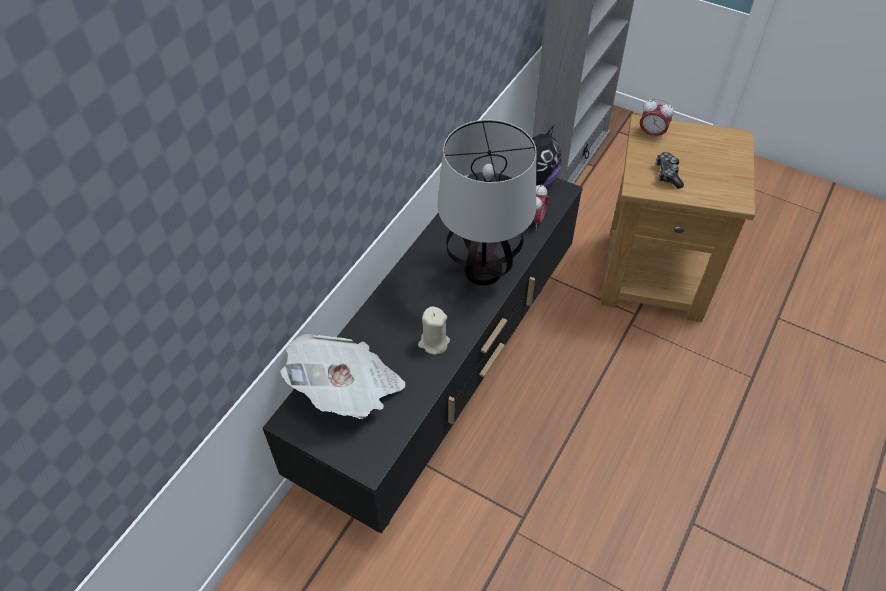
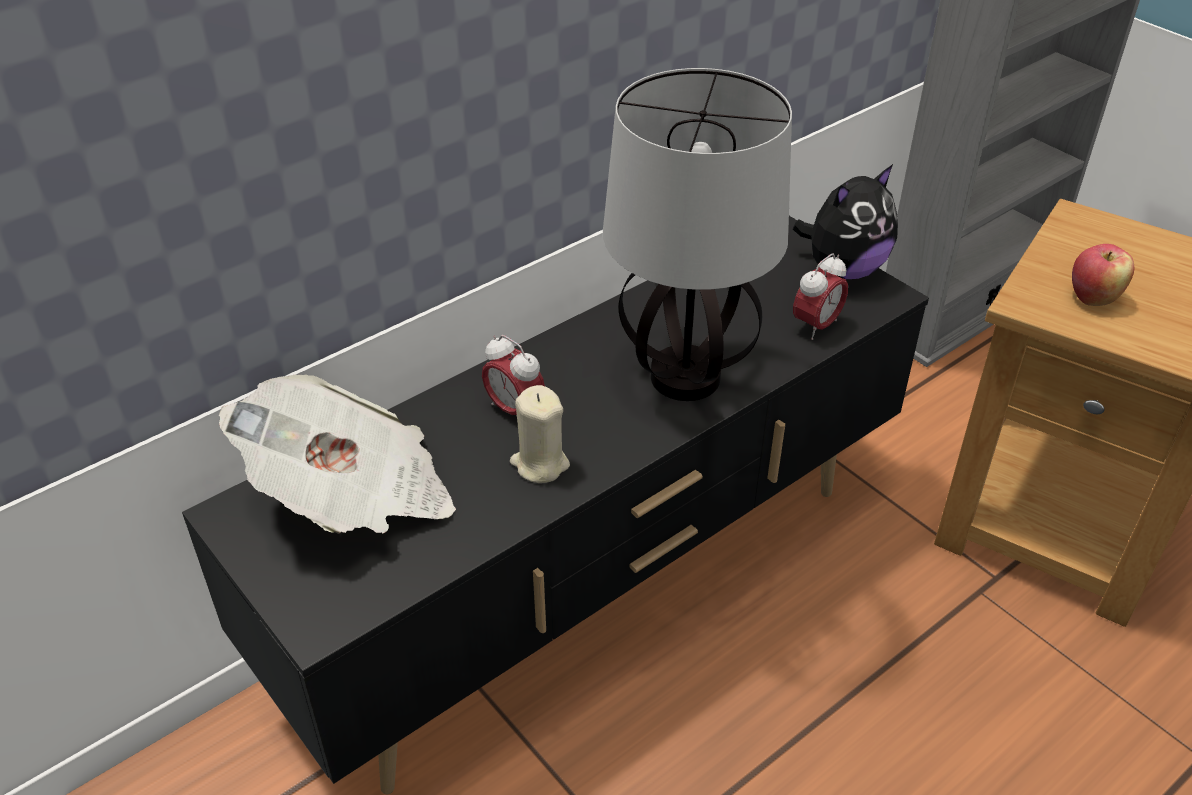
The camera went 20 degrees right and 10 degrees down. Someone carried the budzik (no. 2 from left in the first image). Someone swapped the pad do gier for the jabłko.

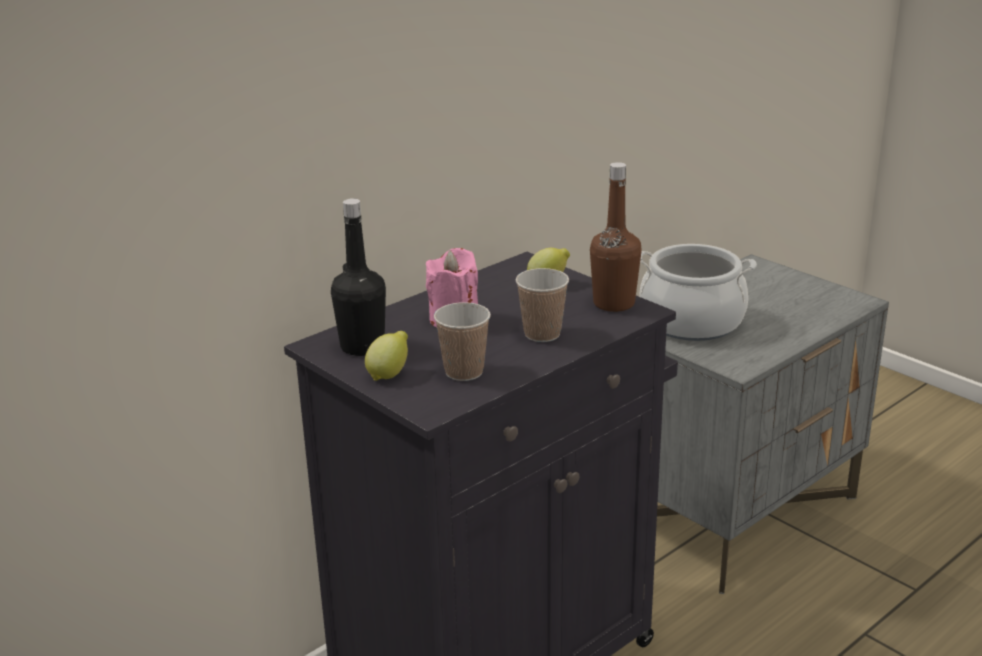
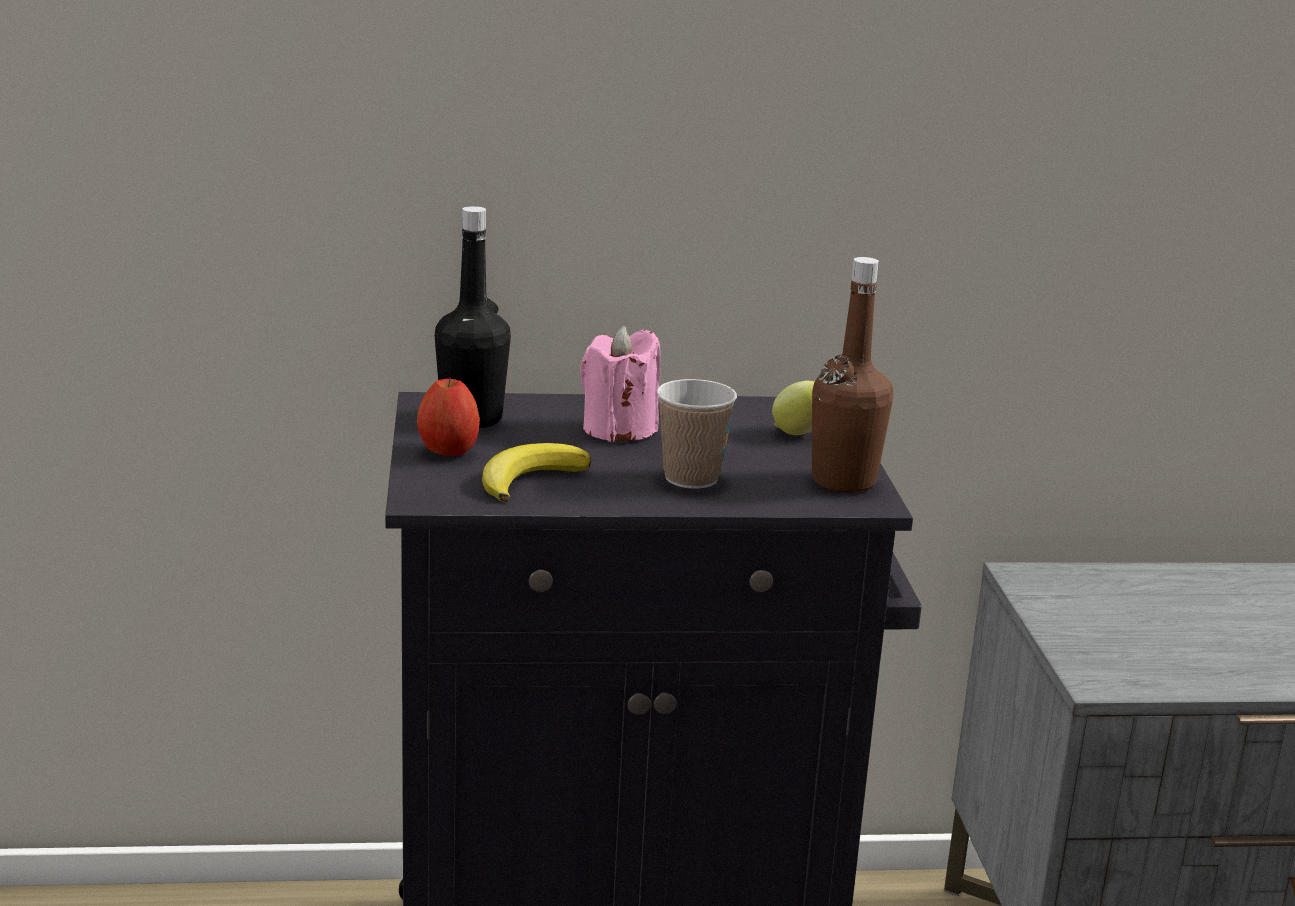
The camera went 35 degrees right and 5 degrees down. Someone swapped the cytryna (no. 1 from left) for the jabłko. Someone swapped the filiżanka (no. 1 from left) for the banan. Someone took away the garnek.

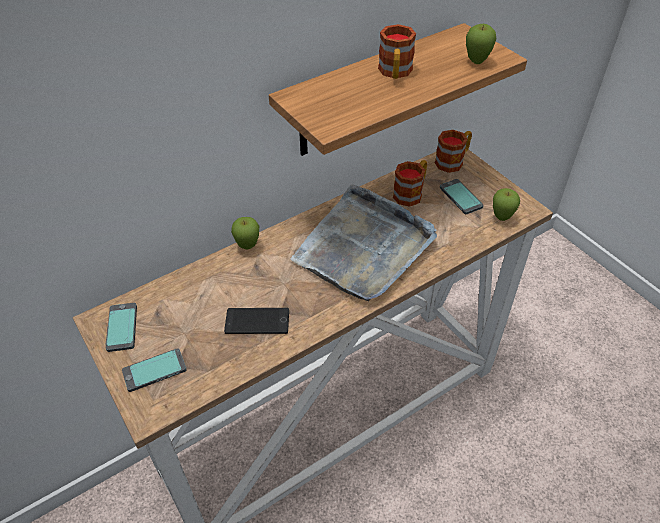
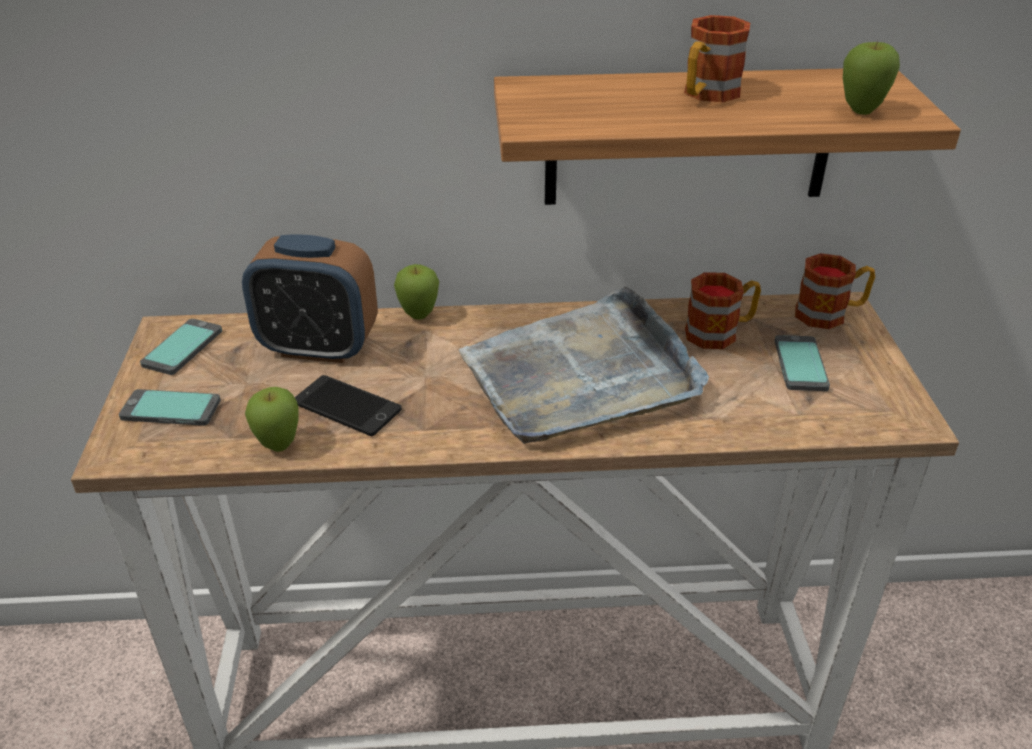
The camera went 30 degrees right and 10 degrees down. Someone carried the jabłko (no. 3 from left in the first image). Someone put down the budzik.

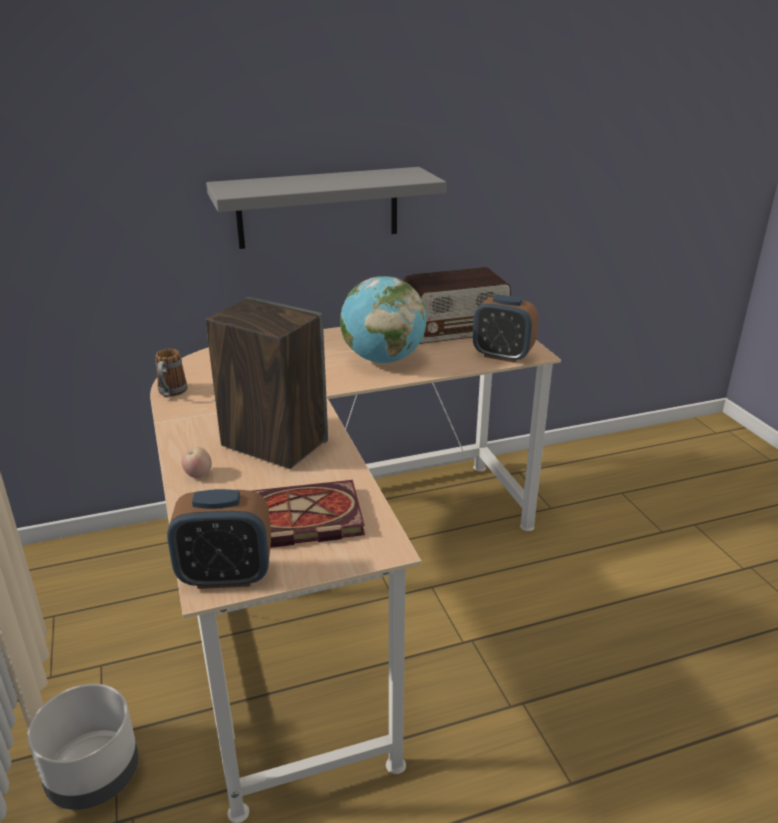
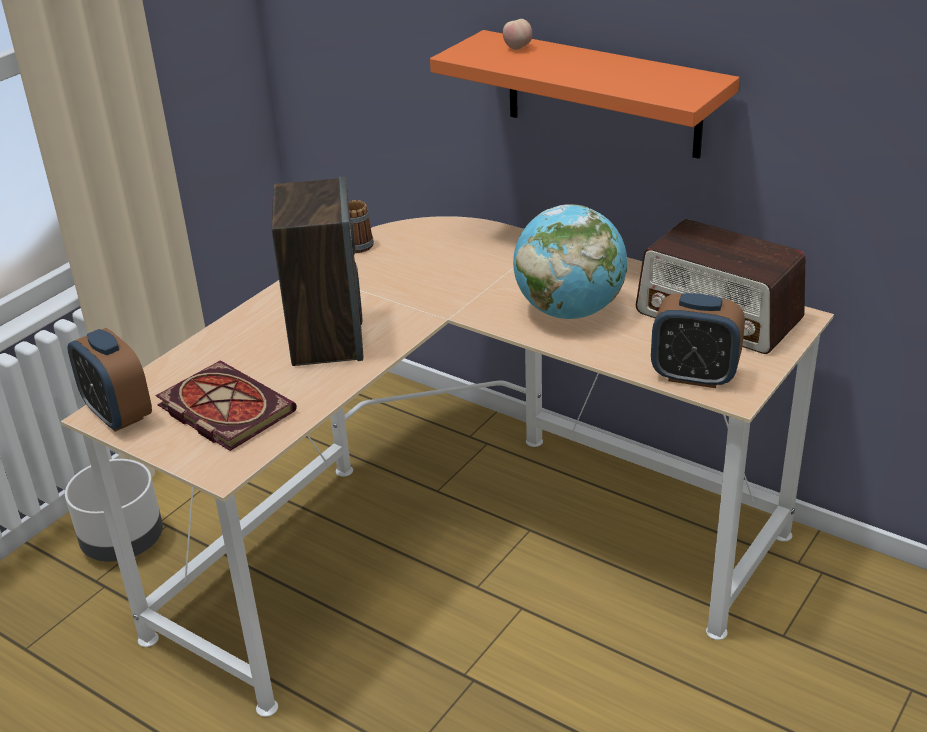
The camera went 55 degrees right and 5 degrees up. Someone carried the jabłko. Someone repainted the półka [szary], which became the półka [pomarańczowy]. Someone rotated the budzik (no. 2 from left) by 60 degrees counterclockwise.

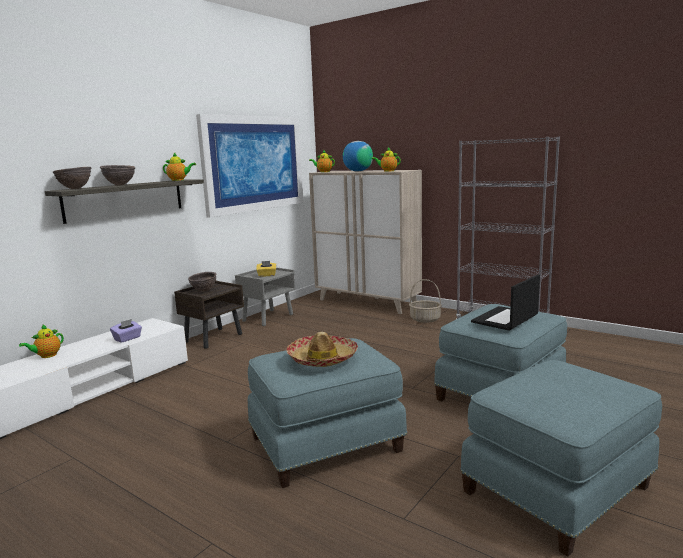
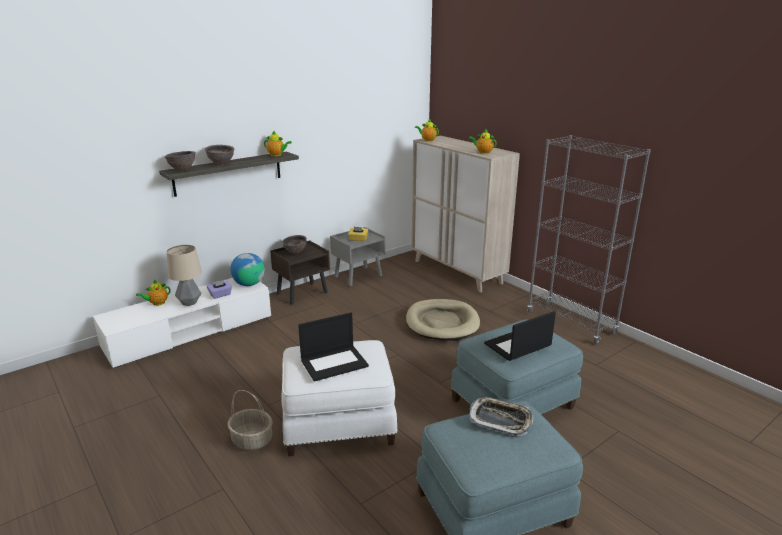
The camera went 15 degrees right and 10 degrees up. Someone took away the obraz. Someone repainted the pufa [niebieski] (no. 1 from left), which became the pufa [biały]. Someone swapped the kapelusz for the laptop (no. 1 from left). Someone carried the globus. Someone carried the koszyk. Someone put down the lampa stołowa. Someone put down the legowisko [beżowy]. Someone put down the taca.

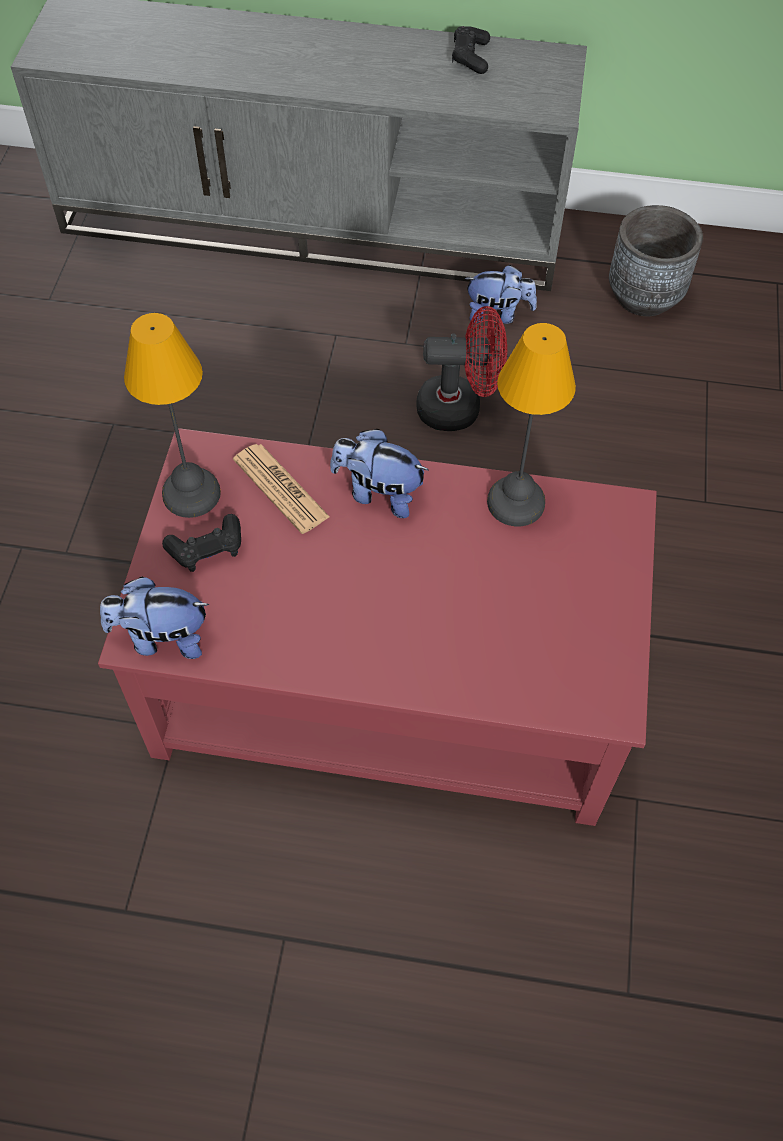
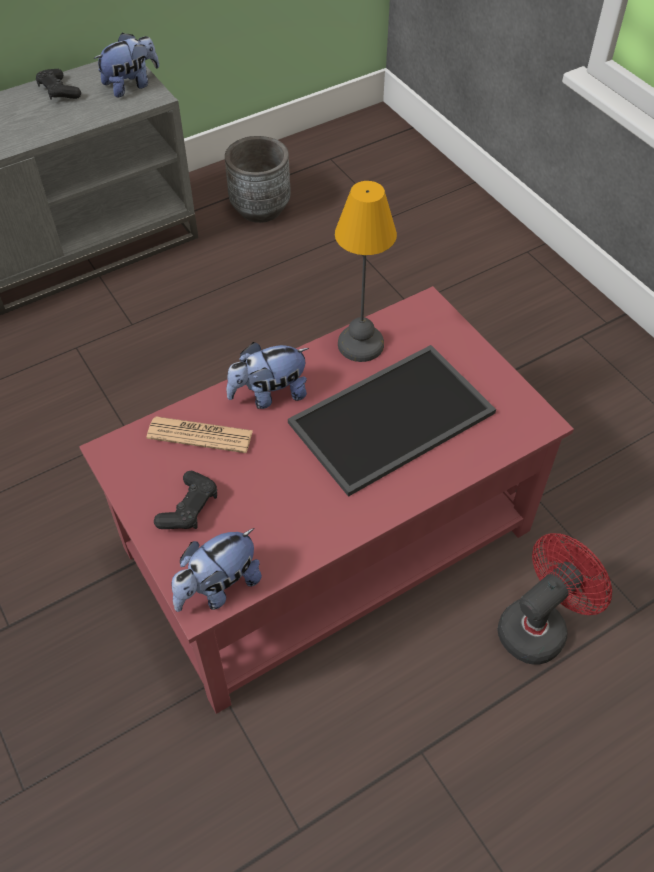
The camera went 40 degrees left and 5 degrees down. Someone took away the lampa stołowa (no. 1 from left). Someone carried the wentylator [czerwony]. Someone carried the pluszak (no. 3 from left in the first image). Someone put down the taca.

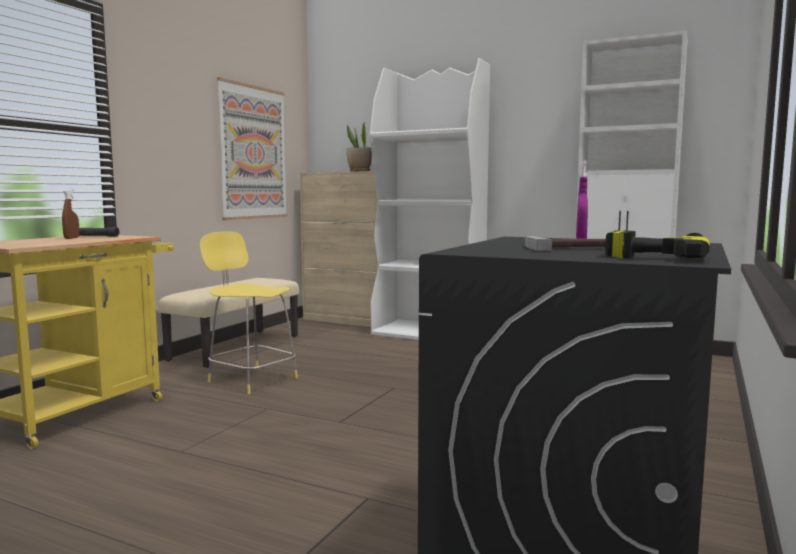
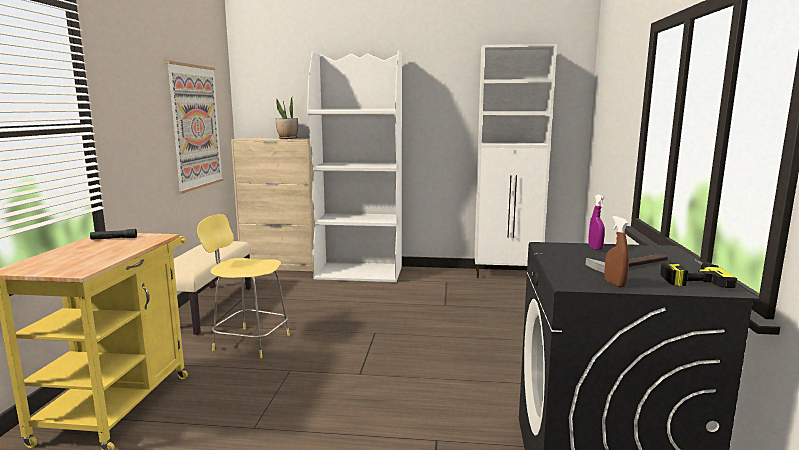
The camera went 20 degrees left and 5 degrees up. Someone carried the spryskiwacz [brązowy].

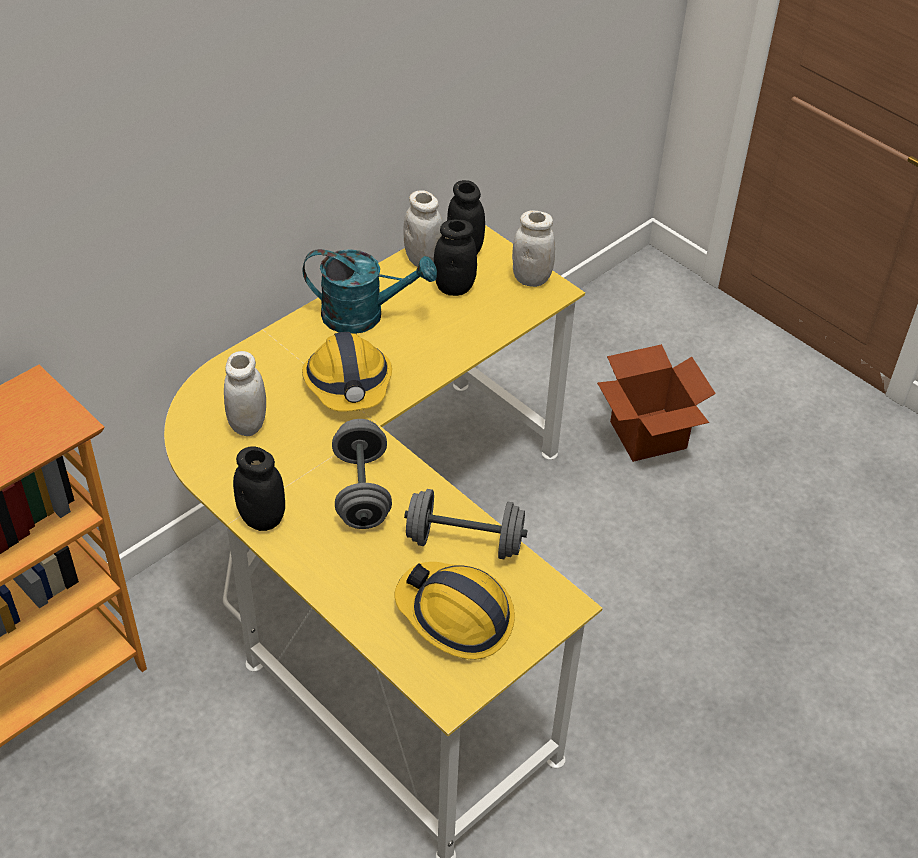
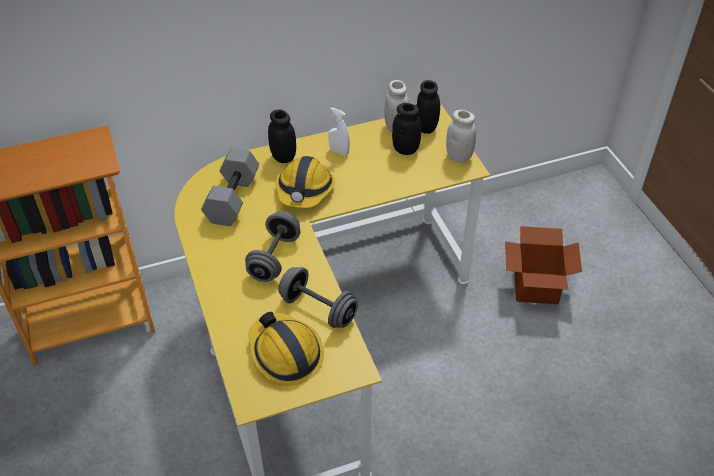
The camera went 25 degrees right and 0 degrees up. Someone swapped the słoik [biały] (no. 1 from left) for the hantel [szary] (no. 1 from left). Someone carried the słoik [czarny] (no. 1 from left). Someone swapped the konewka [turkusowy] for the spryskiwacz [biały].

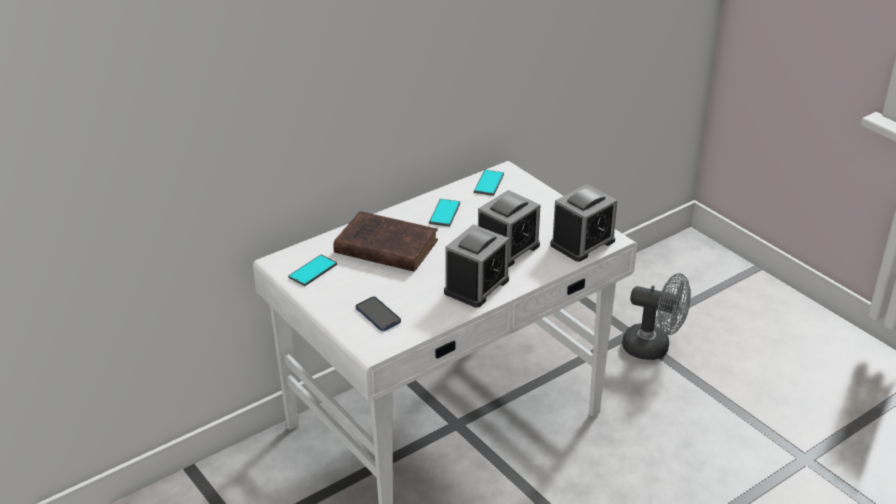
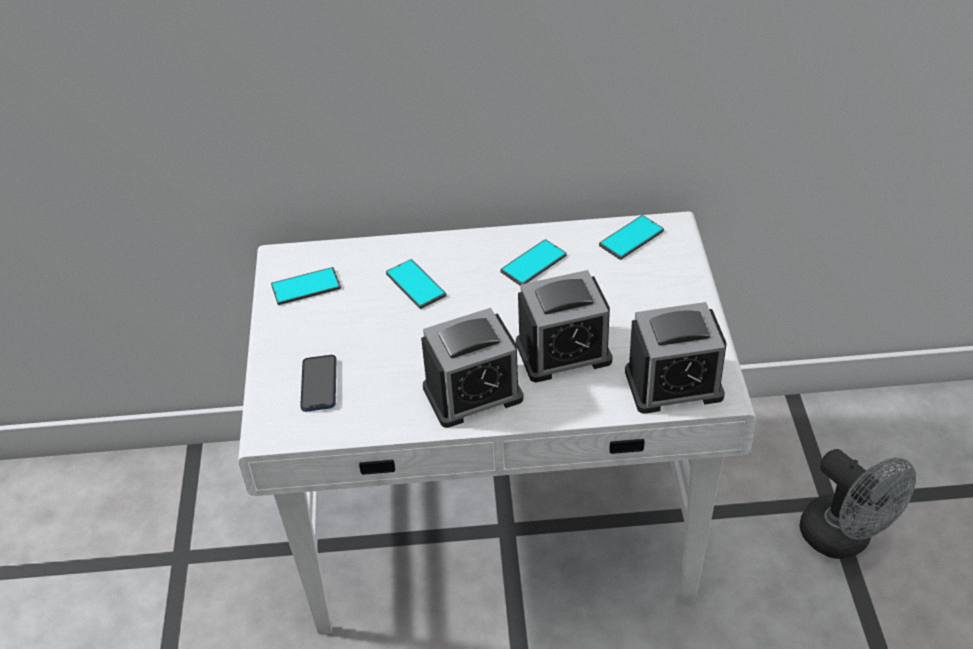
The camera went 35 degrees right and 10 degrees up. Someone swapped the książka [brązowy] for the telefon (no. 3 from left).

